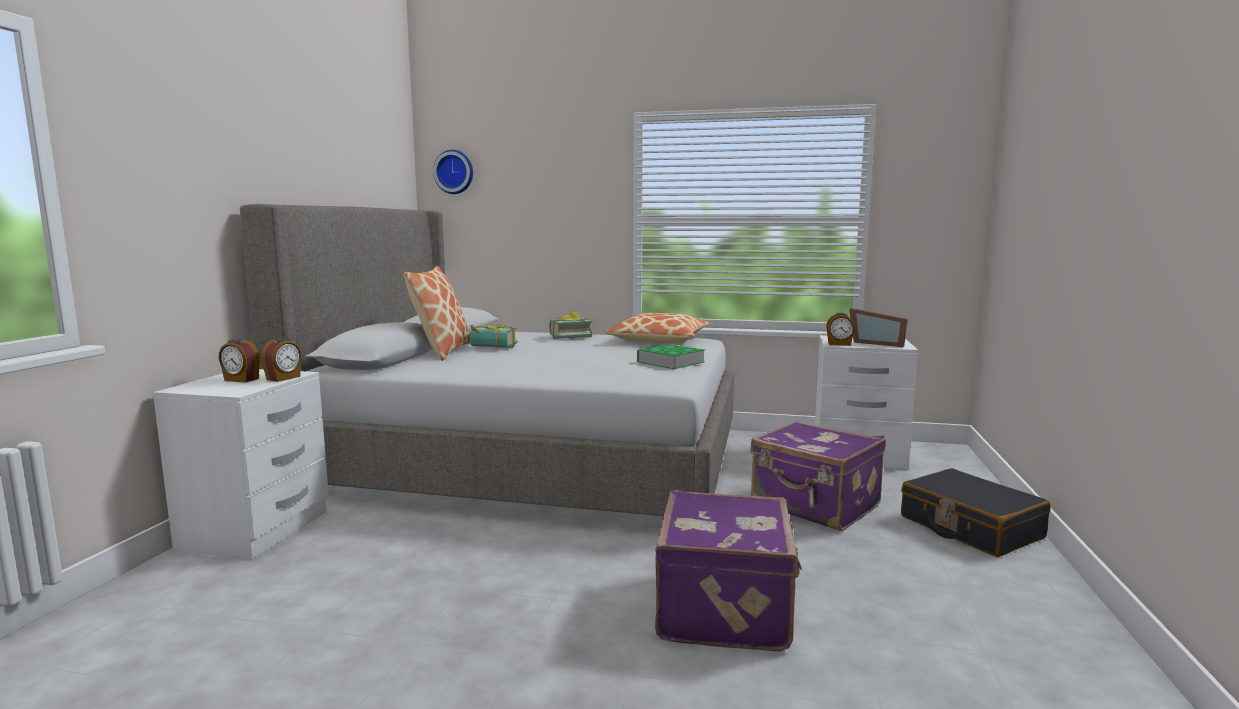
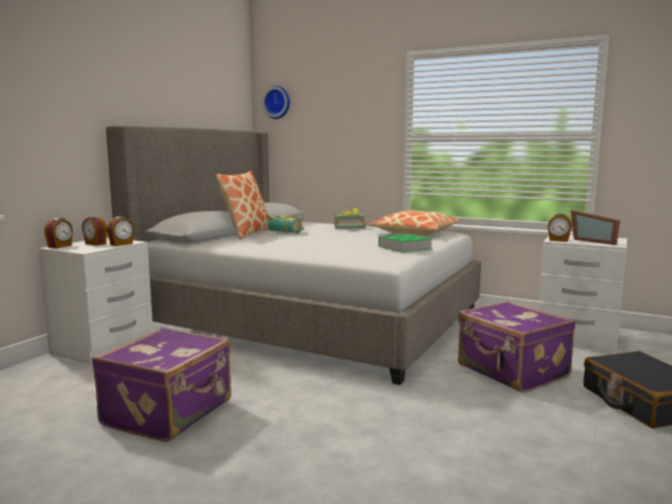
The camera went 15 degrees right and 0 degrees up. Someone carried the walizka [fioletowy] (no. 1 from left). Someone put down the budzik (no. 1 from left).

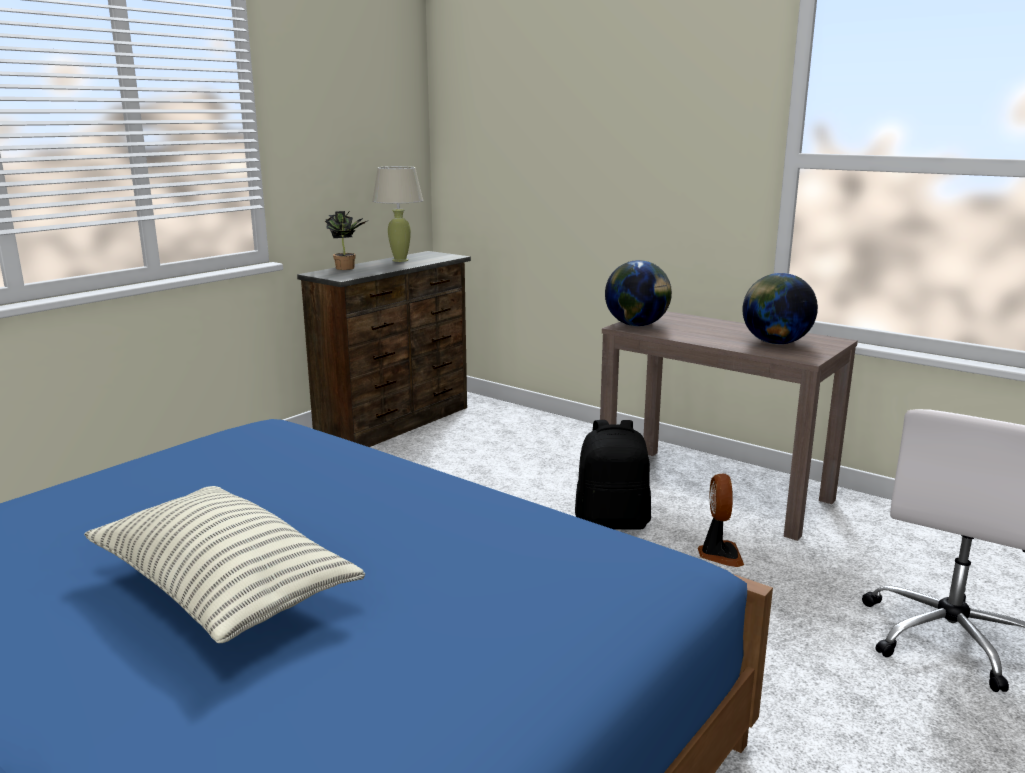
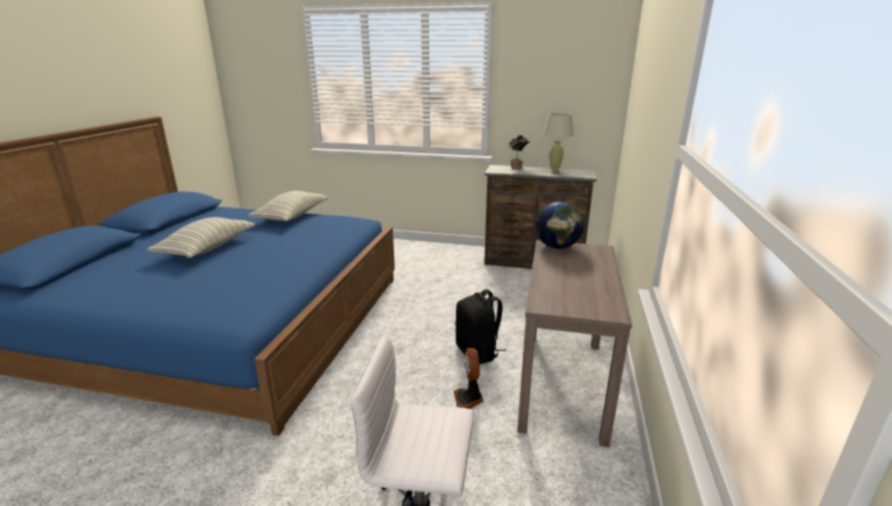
The camera went 65 degrees right and 5 degrees up. Someone rotated the wentylator by 105 degrees clockwise. Someone took away the globus (no. 2 from left). Someone put down the poduszka (no. 2 from left).

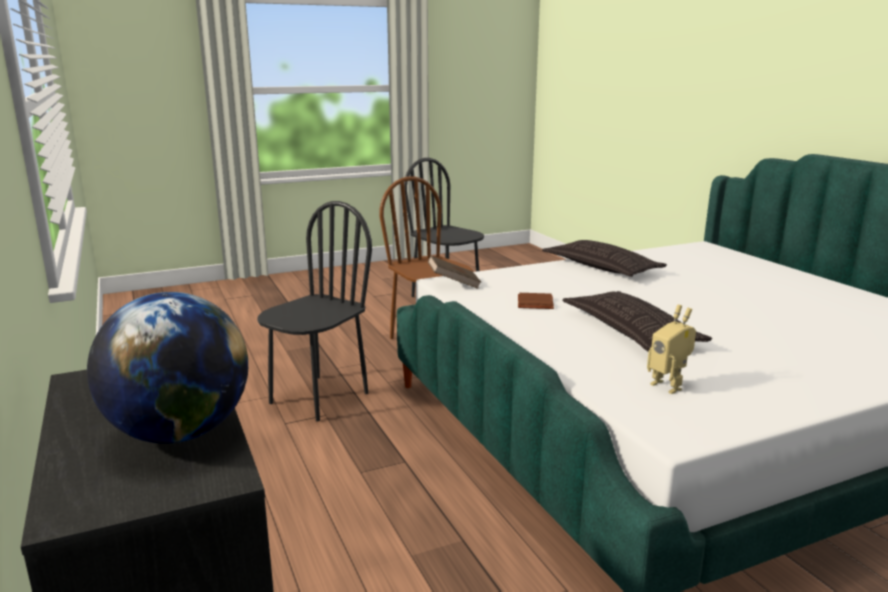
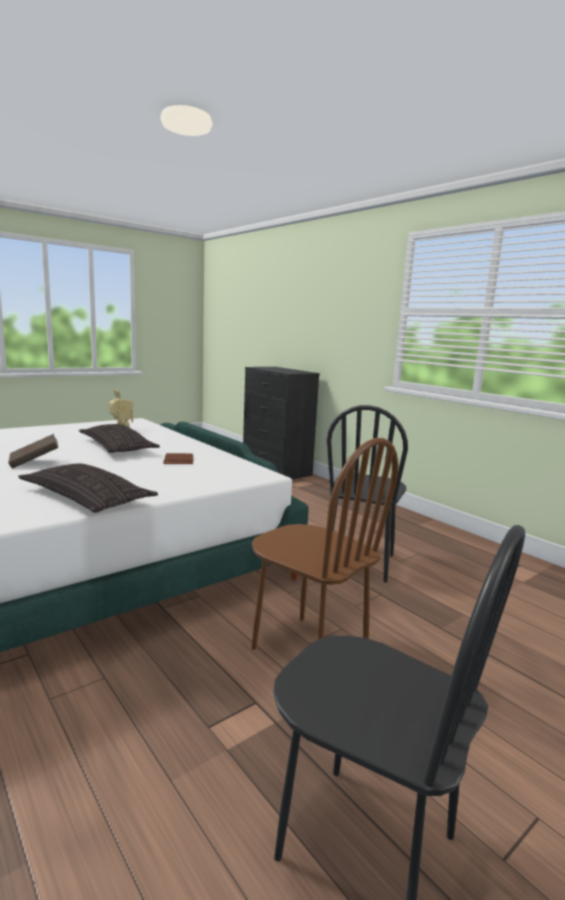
The camera went 165 degrees right and 5 degrees down. Someone took away the globus. Someone carried the książka [brązowy] (no. 1 from left).

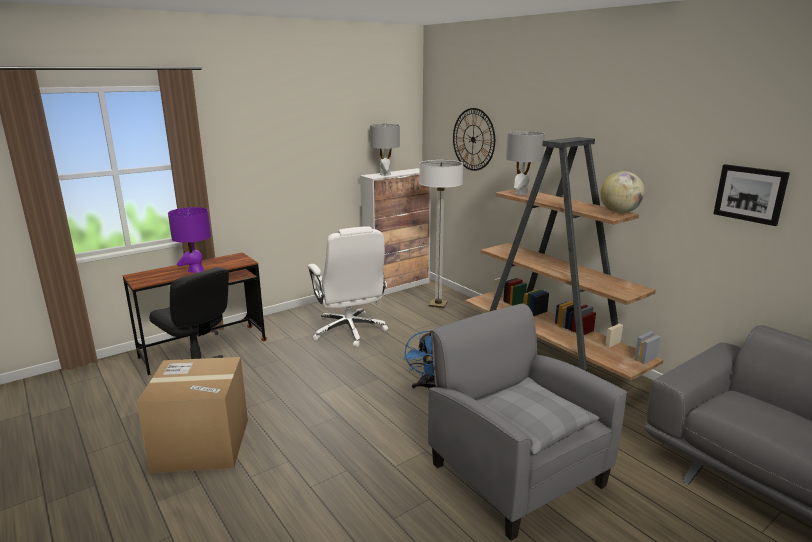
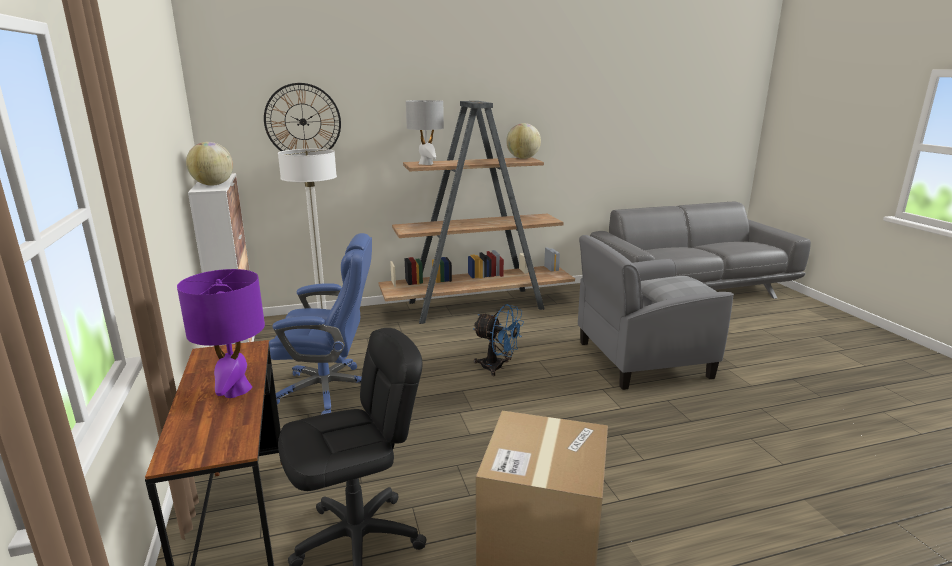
The camera went 70 degrees left and 0 degrees up. Someone repainted the krzesło biurowe [biały], which became the krzesło biurowe [niebieski]. Someone swapped the lampa stołowa [szary] (no. 1 from left) for the globus (no. 1 from left). Someone took away the obraz.

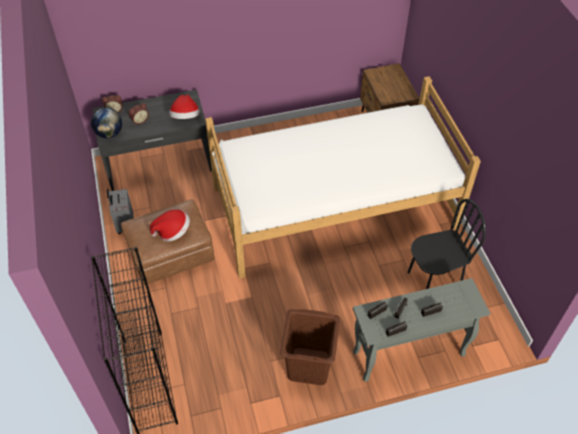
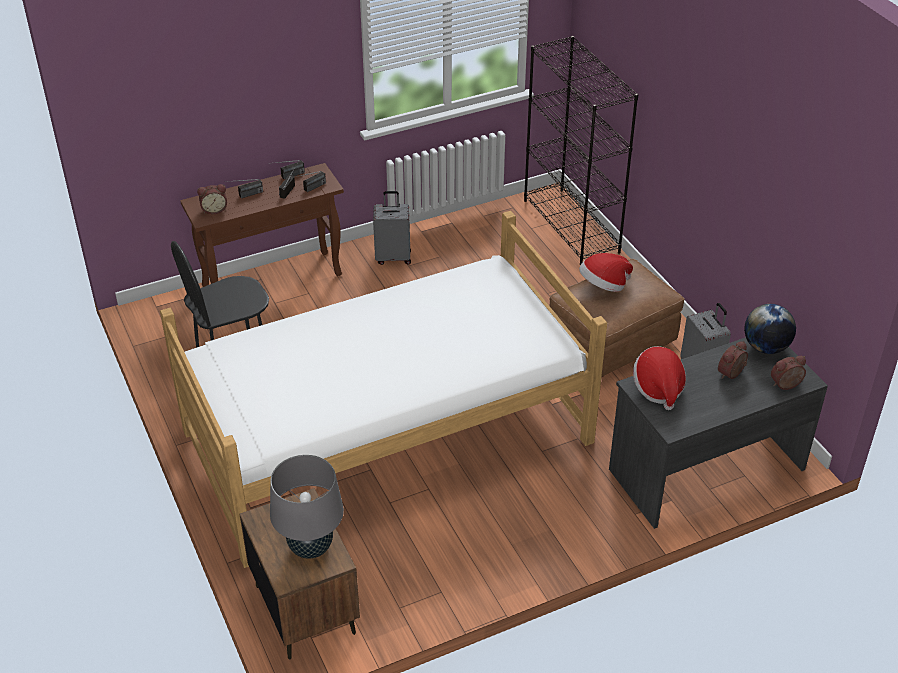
The camera went 170 degrees right and 10 degrees down. Someone swapped the kosz na pranie [brązowy] for the walizka [szary] (no. 1 from left). Someone repainted the stolik konsolowy [szary], which became the stolik konsolowy [brązowy]. Someone put down the budzik (no. 1 from left). Someone put down the lampa stołowa [szary].

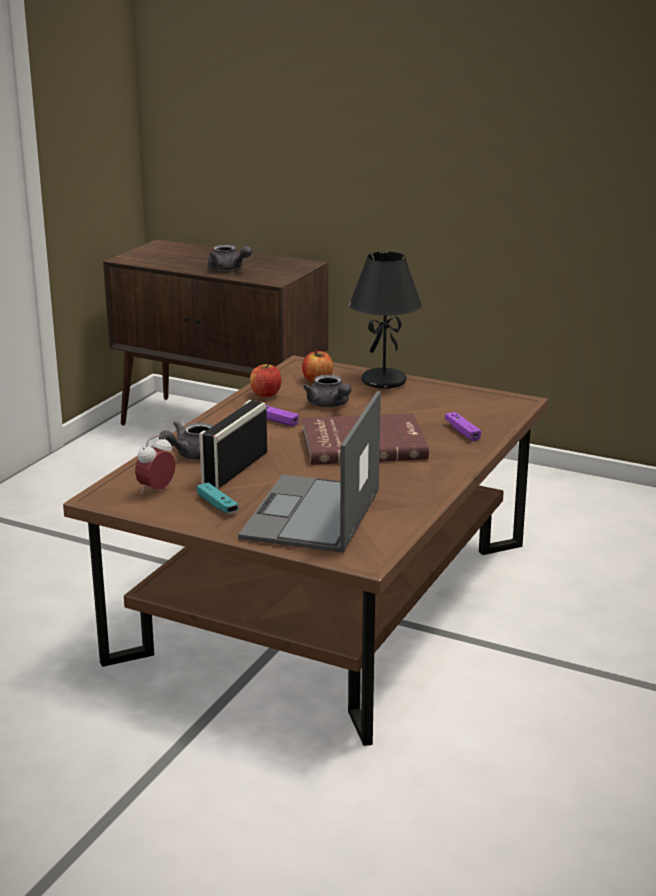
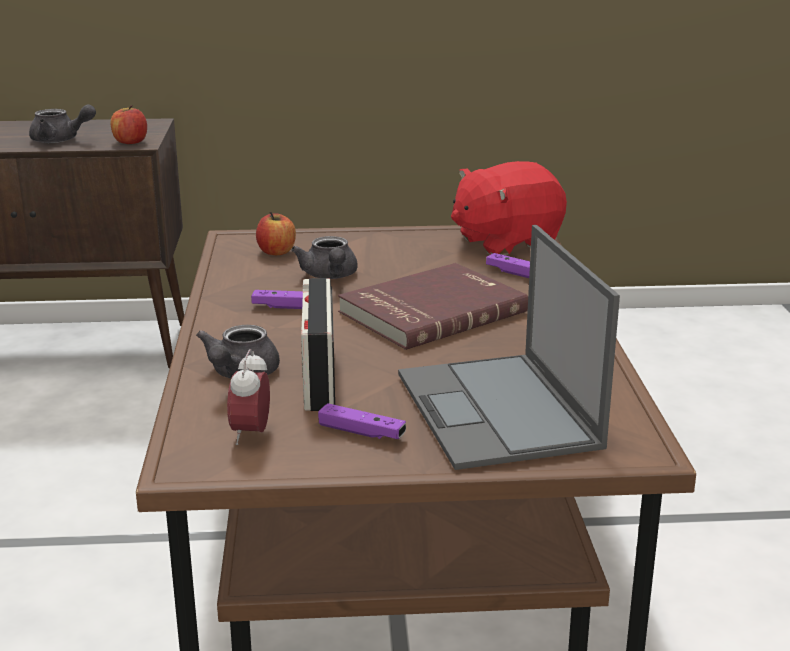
The camera went 30 degrees left and 0 degrees up. Someone repainted the pad do gier [turkusowy], which became the pad do gier [fioletowy] (no. 2 from left). Someone carried the jabłko (no. 1 from left). Someone rotated the imbryk [szary] (no. 3 from left) by 45 degrees clockwise. Someone took away the lampa stołowa [czarny]. Someone put down the pluszak [czerwony].

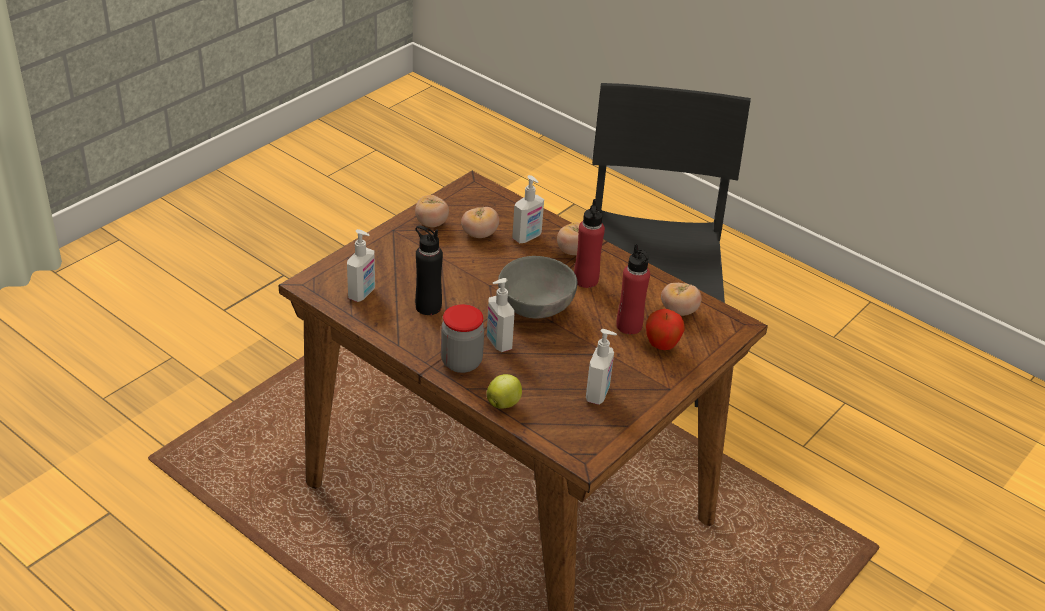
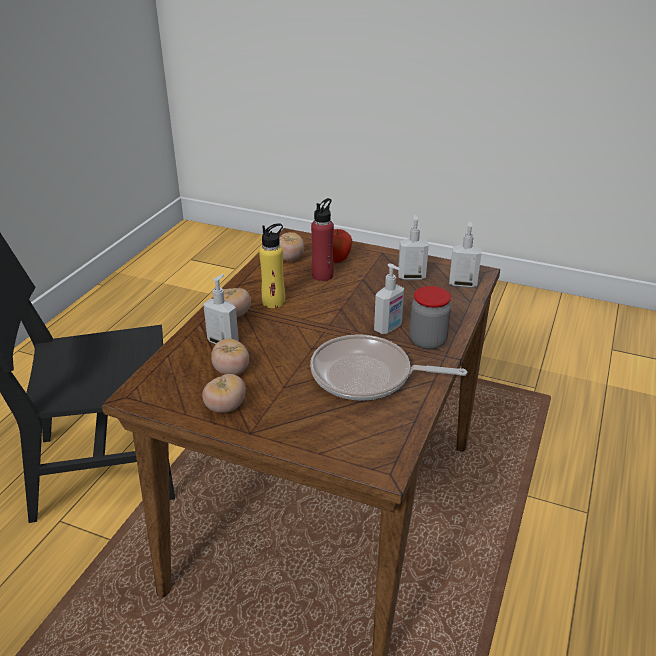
The camera went 105 degrees left and 5 degrees down. Someone carried the dozownik mydła (no. 1 from left in the first image). Someone swapped the butelka [czarny] for the patelnia. Someone took away the jabłko (no. 1 from left). Someone took away the miska [szary]. Someone repainted the butelka [czerwony] (no. 1 from left), which became the butelka [żółty].

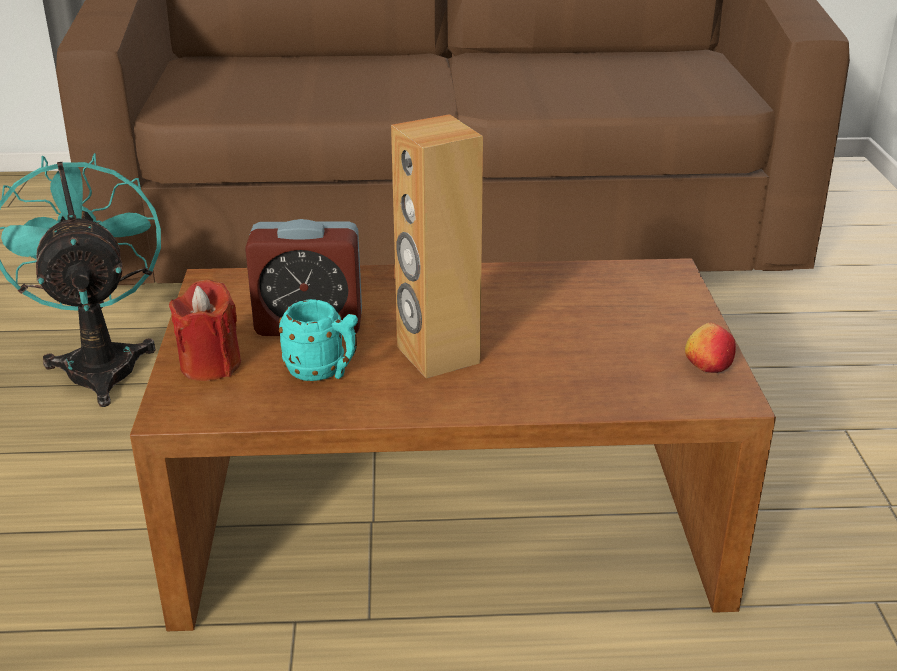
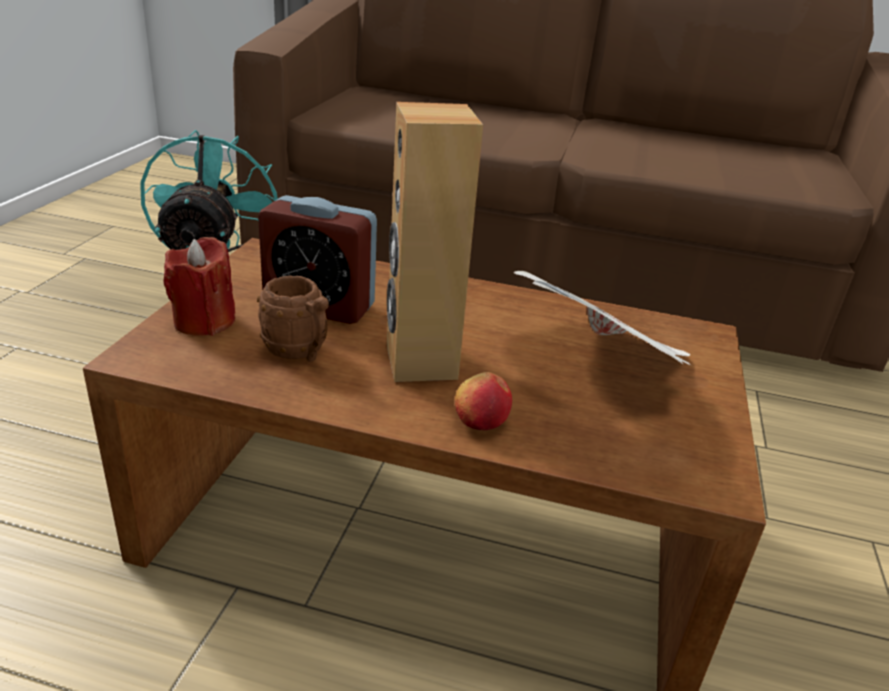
The camera went 15 degrees right and 0 degrees up. Someone repainted the kubek [turkusowy], which became the kubek [brązowy]. Someone carried the jabłko. Someone put down the gazeta.

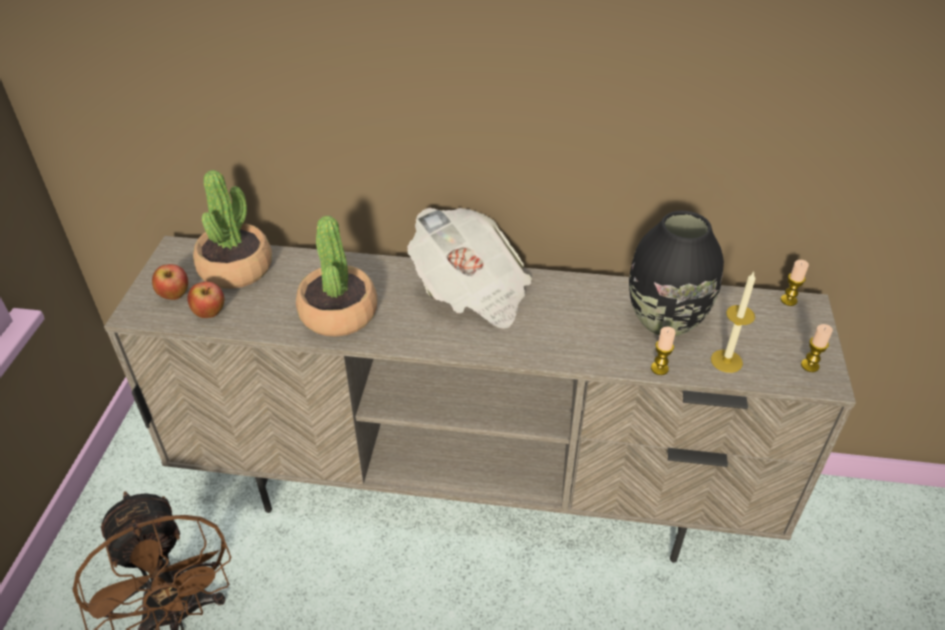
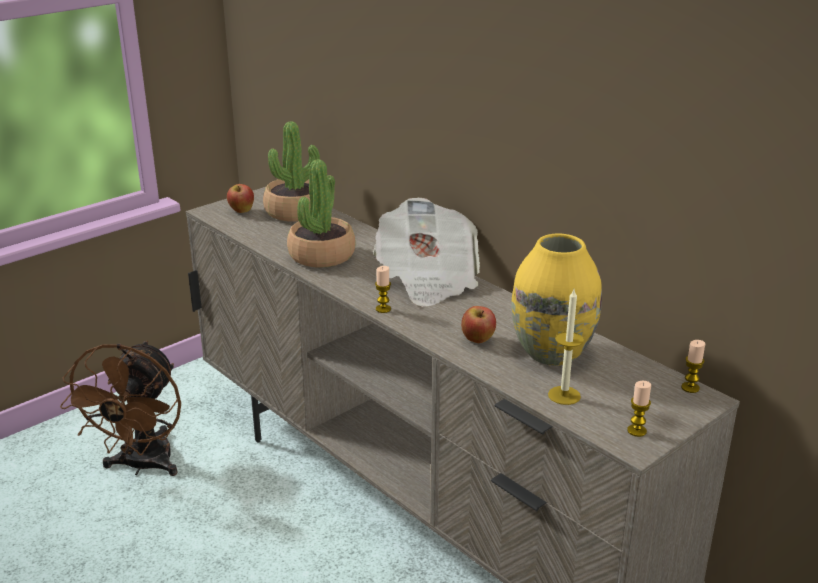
The camera went 40 degrees right and 15 degrees down. Someone carried the jabłko (no. 2 from left). Someone repainted the wazon [czarny], which became the wazon [żółty]. Someone carried the świeca (no. 1 from left).

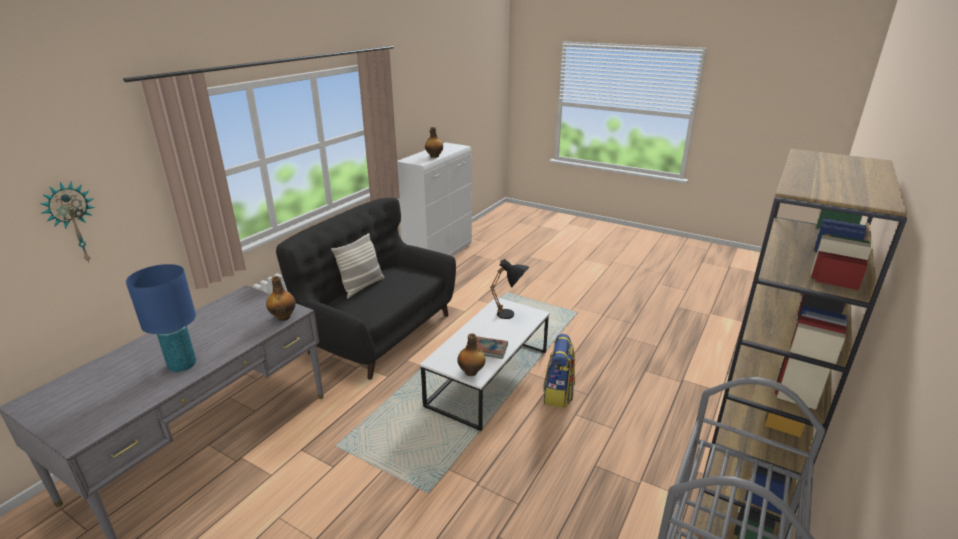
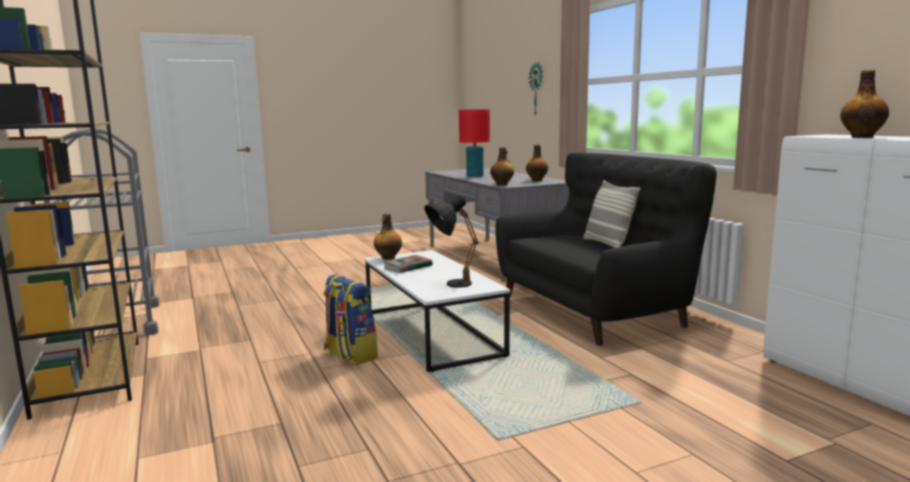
The camera went 125 degrees right and 15 degrees down. Someone repainted the lampa stołowa [niebieski], which became the lampa stołowa [czerwony]. Someone put down the butelka (no. 3 from left).

